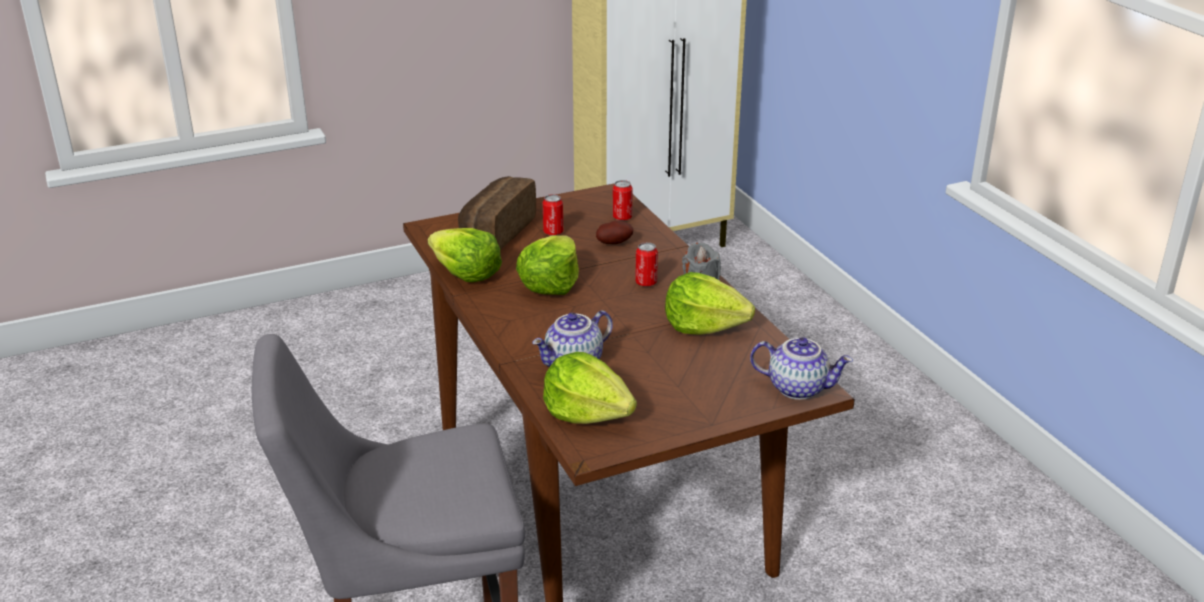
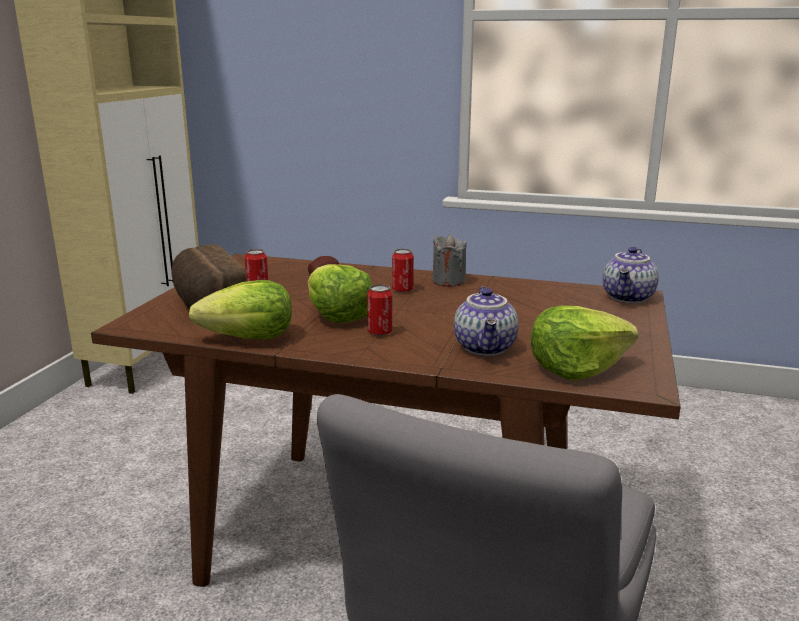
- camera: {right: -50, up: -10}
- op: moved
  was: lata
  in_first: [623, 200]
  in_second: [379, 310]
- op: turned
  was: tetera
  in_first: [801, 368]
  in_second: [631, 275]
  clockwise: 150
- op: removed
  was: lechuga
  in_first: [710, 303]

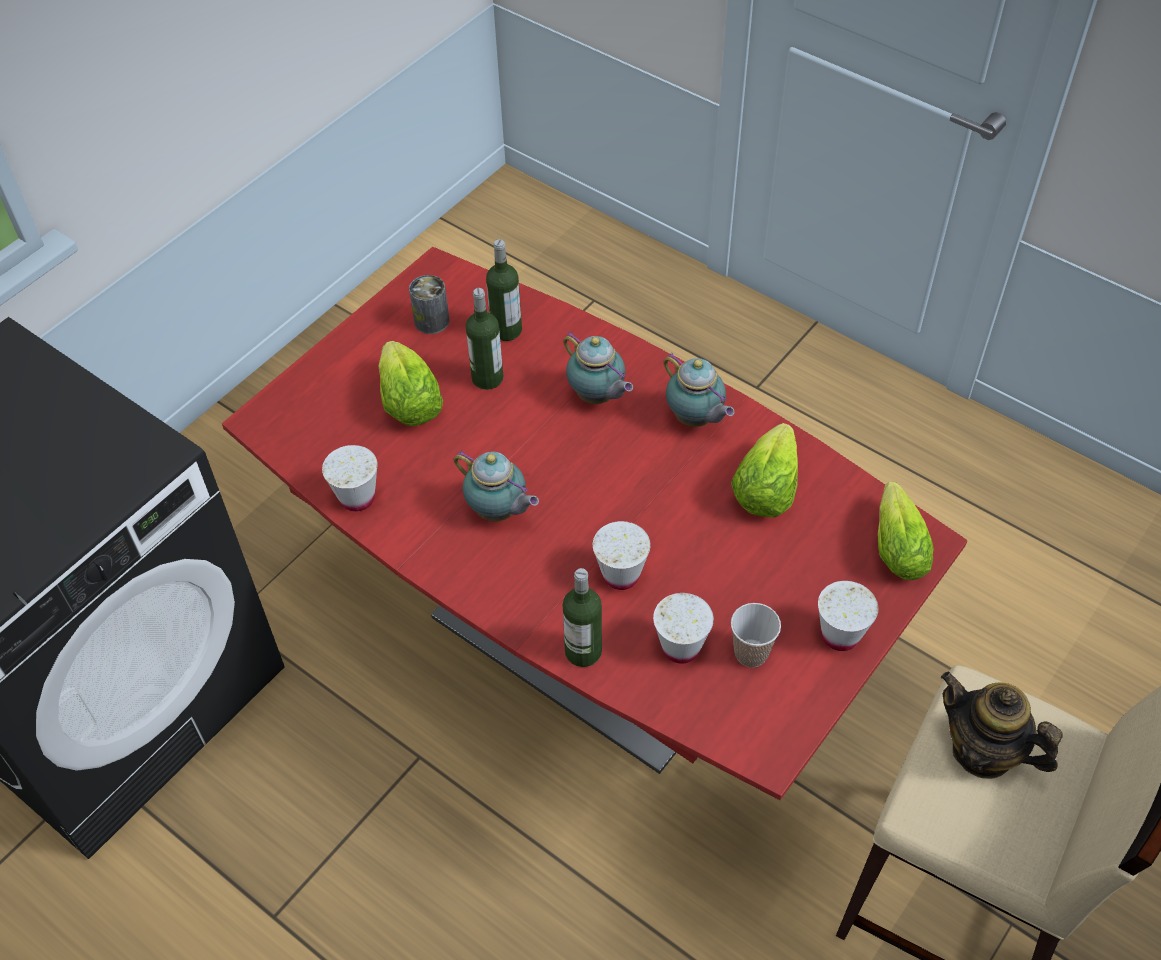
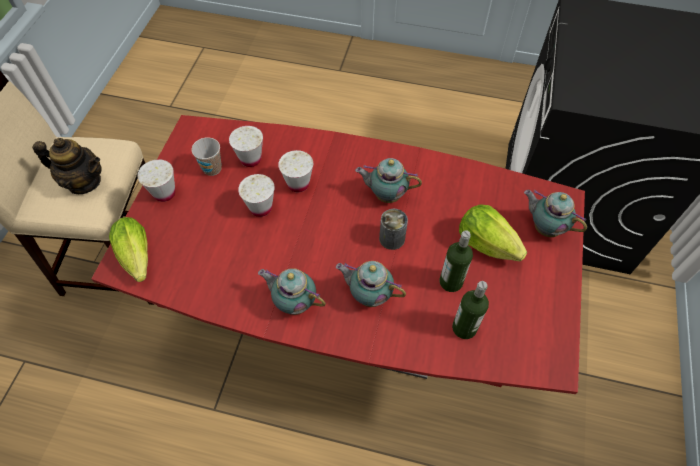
- camera: {right: 155, up: 5}
- op: moved
  was: taza [blanco]
  in_first: [350, 478]
  in_second: [256, 195]
- op: moved
  was: lata
  in_first: [429, 304]
  in_second: [393, 229]
- op: added
  now: tetera
  in_second: [555, 213]
- op: removed
  was: botella
  in_first: [582, 617]
- op: removed
  was: lechuga
  in_first: [764, 470]

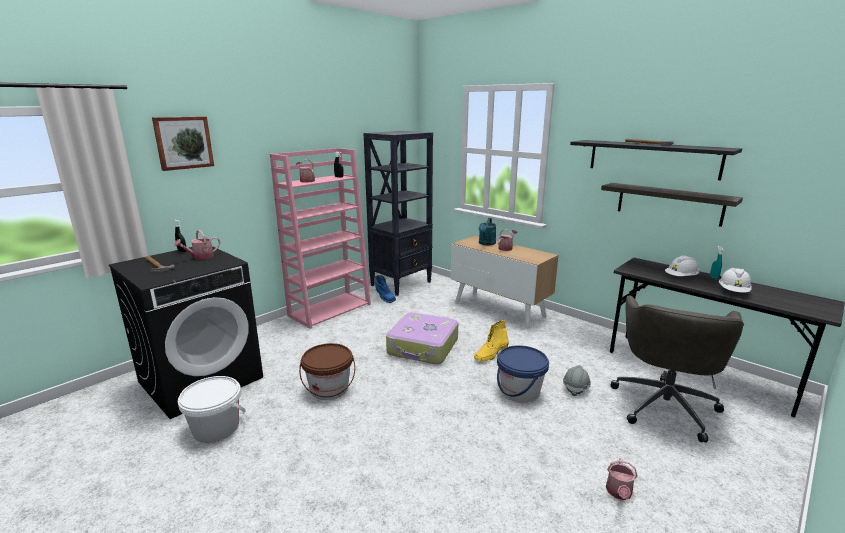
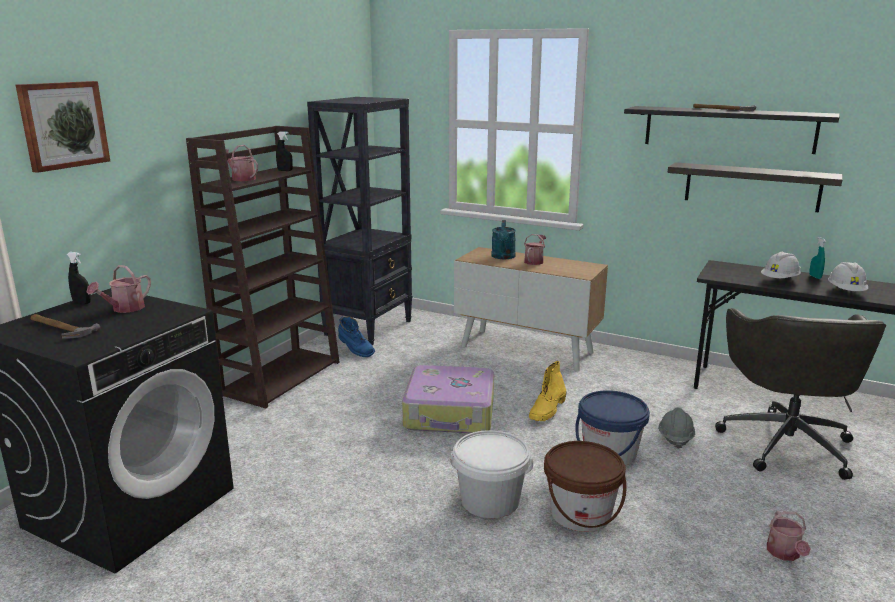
- camera: {right: -15, up: 0}
- op: recoloured
  was: estantería [rosa]
  now: estantería [marrón]
  in_first: [320, 238]
  in_second: [263, 267]
- op: moved
  was: cubo [blanco]
  in_first: [212, 409]
  in_second: [491, 474]
- op: moved
  was: cubo [marrón]
  in_first: [327, 371]
  in_second: [585, 486]

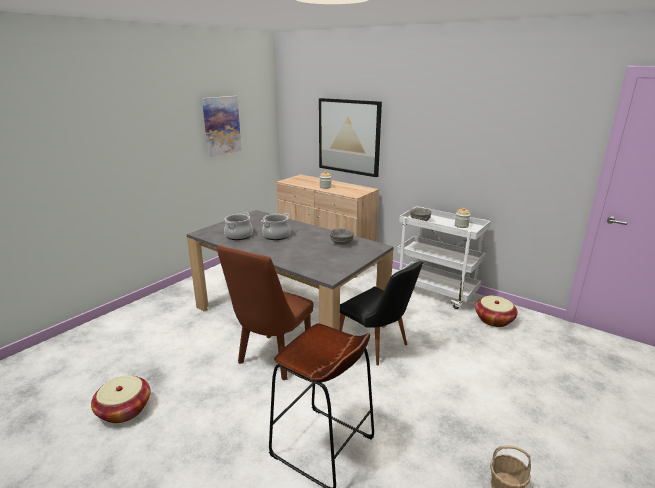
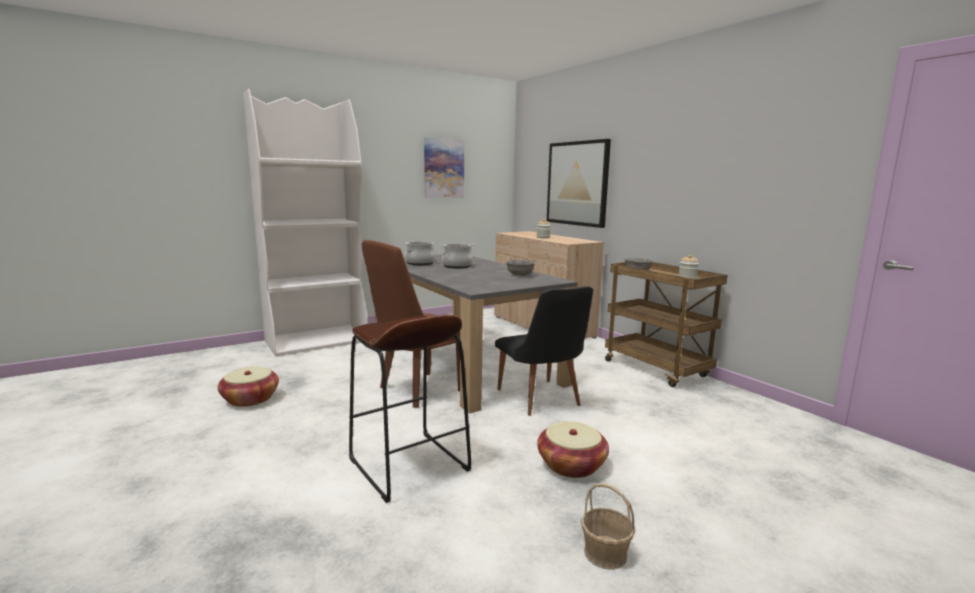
- camera: {right: 20, up: -10}
- op: added
  now: estantería [blanco]
  in_second: [305, 222]
- op: moved
  was: cesta
  in_first: [496, 311]
  in_second: [573, 449]
- op: recoloured
  was: carrito [blanco]
  now: carrito [marrón]
  in_first: [444, 257]
  in_second: [666, 324]

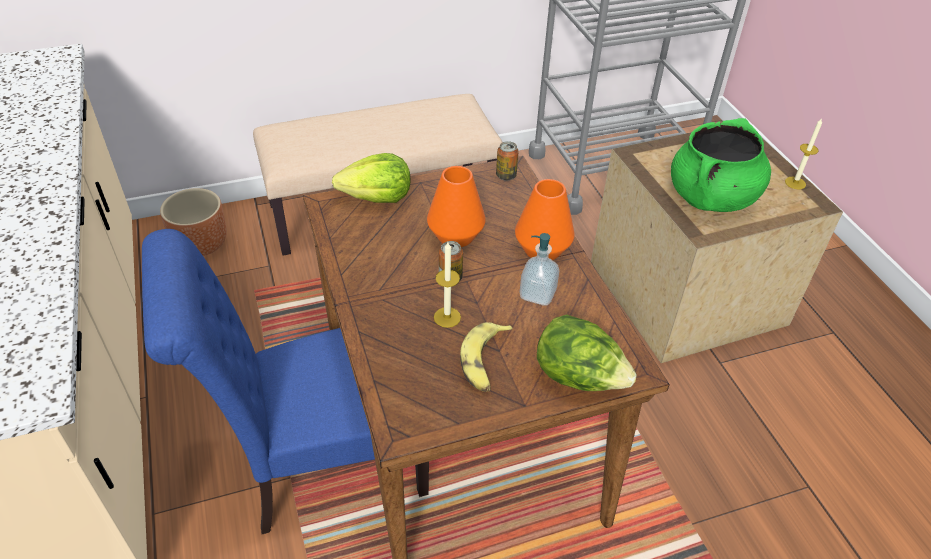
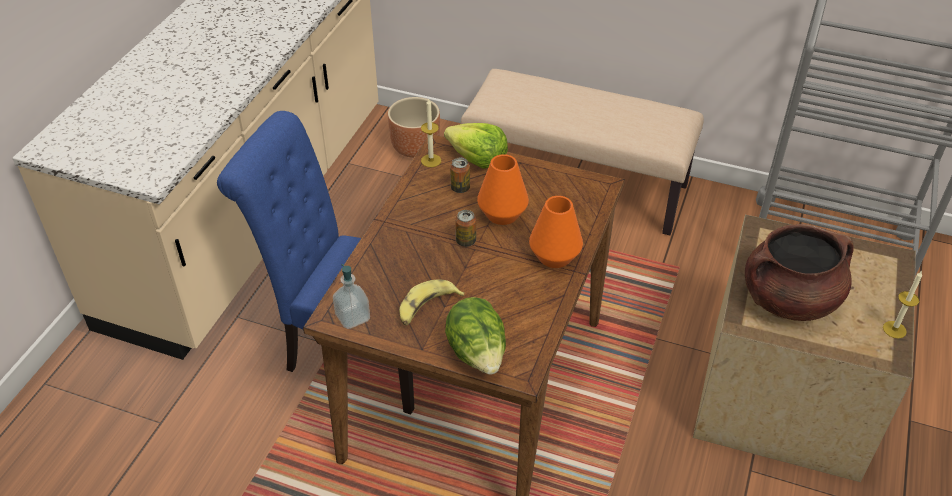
- camera: {right: 40, up: 0}
- op: moved
  was: dispensador de jabón
  in_first: [539, 269]
  in_second: [351, 296]
- op: moved
  was: vela
  in_first: [447, 285]
  in_second: [431, 132]
- op: moved
  was: lata
  in_first: [507, 161]
  in_second: [460, 175]
- op: recoloured
  was: olla [verde]
  now: olla [marrón]
  in_first: [721, 165]
  in_second: [799, 272]

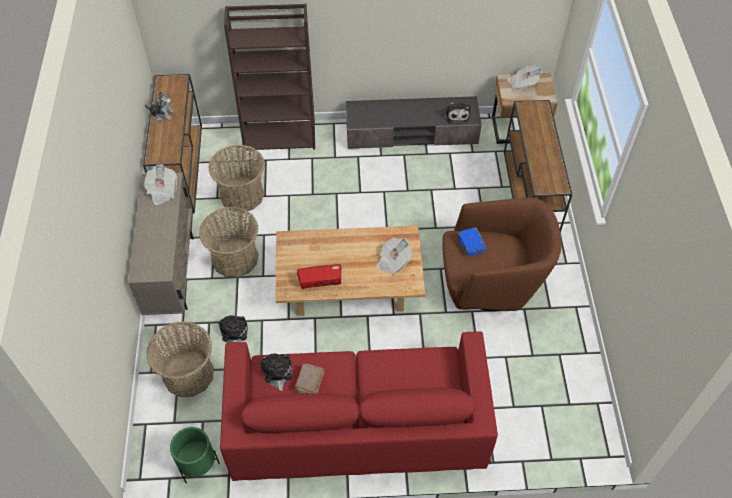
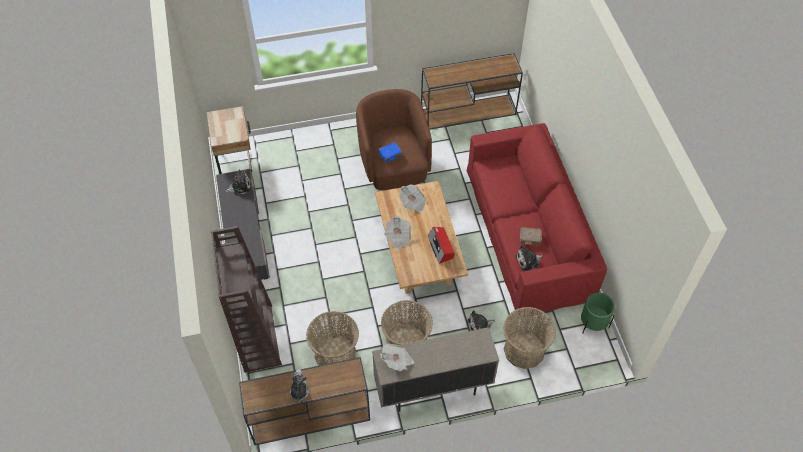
- camera: {right: -100, up: 0}
- op: moved
  was: periódico
  in_first: [525, 77]
  in_second: [398, 233]
- op: moved
  was: mesa consola [marrón]
  in_first: [538, 166]
  in_second: [472, 91]

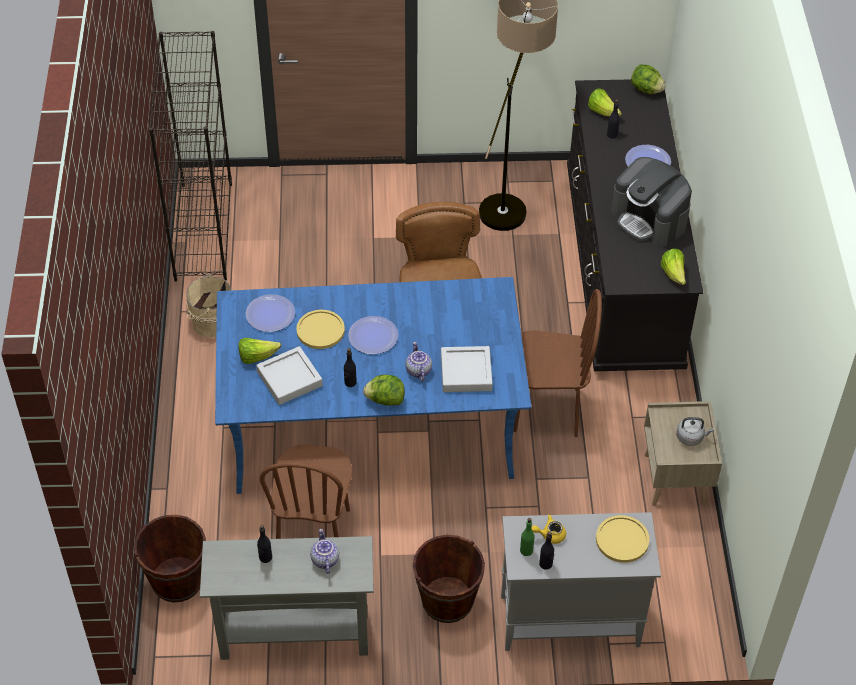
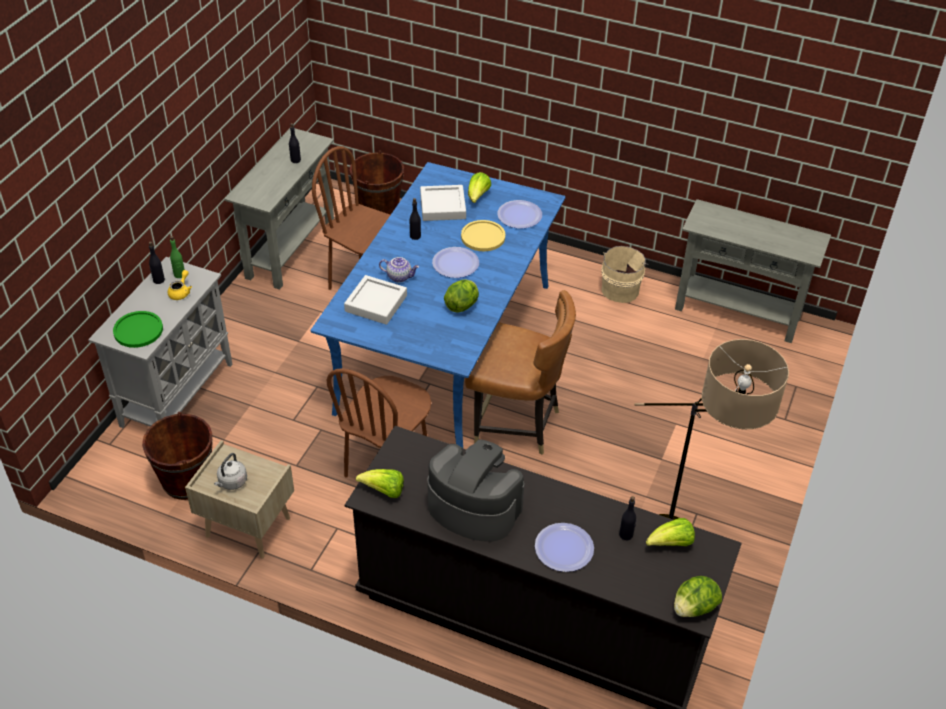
- camera: {right: 115, up: -5}
- op: recoloured
  was: plato [amarillo]
  now: plato [verde]
  in_first: [622, 539]
  in_second: [138, 329]
- op: moved
  was: cubo [marrón]
  in_first: [449, 579]
  in_second: [177, 456]
- op: turned
  was: cafetera
  in_first: [651, 202]
  in_second: [475, 490]
  clockwise: 45
- op: moved
  was: lechuga
  in_first: [384, 390]
  in_second: [461, 296]
- op: replaced
  was: estantería [negro]
  now: mesa consola [gris]
  in_first: [190, 156]
  in_second: [753, 271]
- op: removed
  was: tetera
  in_first: [324, 551]

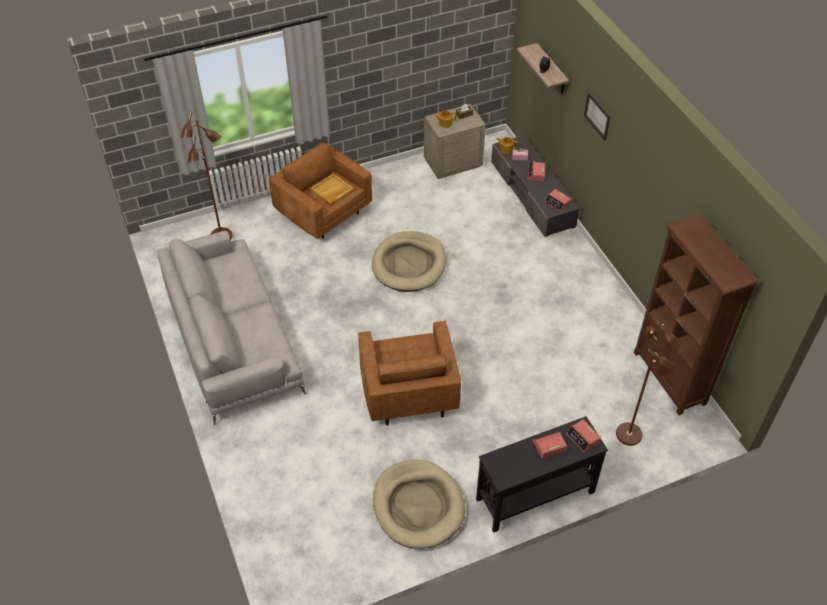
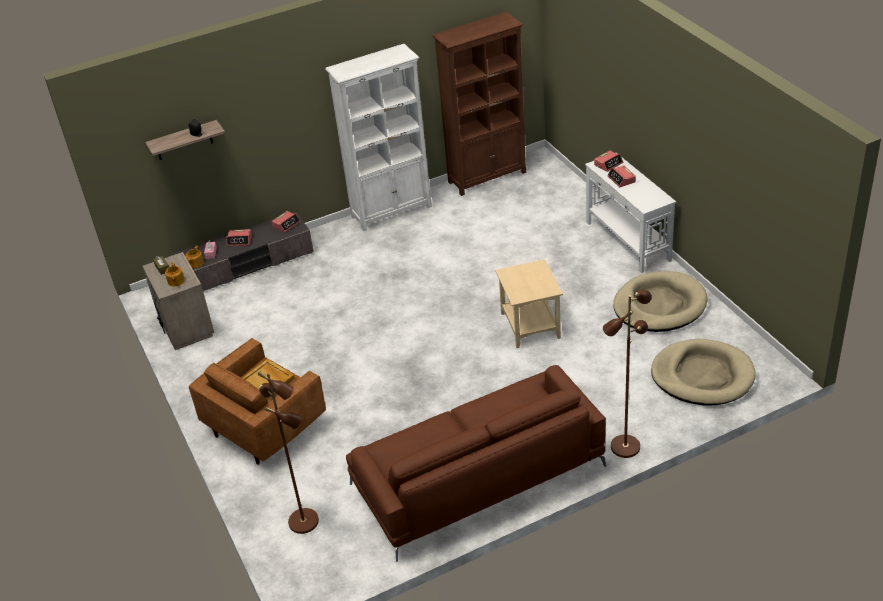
- camera: {right: -90, up: -10}
- op: added
  now: estantería [blanco]
  in_second: [378, 137]
- op: recoloured
  was: sofá [gris]
  now: sofá [marrón]
  in_first: [231, 328]
  in_second: [476, 463]
- op: replaced
  was: sillón [marrón]
  now: mesa auxiliar [beis]
  in_first: [409, 373]
  in_second: [529, 303]
- op: recoloured
  was: mesa consola [negro]
  now: mesa consola [blanco]
  in_first: [542, 474]
  in_second: [630, 215]
- op: moved
  was: lámpara de pie [marrón]
  in_first: [649, 384]
  in_second: [627, 374]
- op: moved
  was: cama para perro [beis]
  in_first: [409, 261]
  in_second: [703, 372]
- op: removed
  was: cuadro
  in_first: [597, 116]

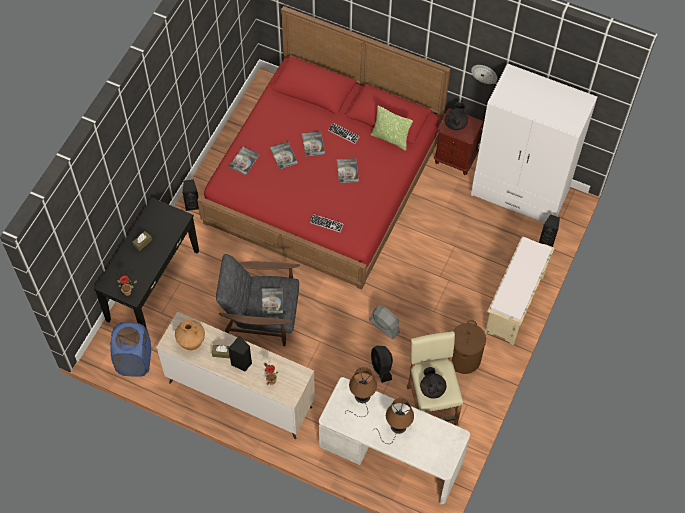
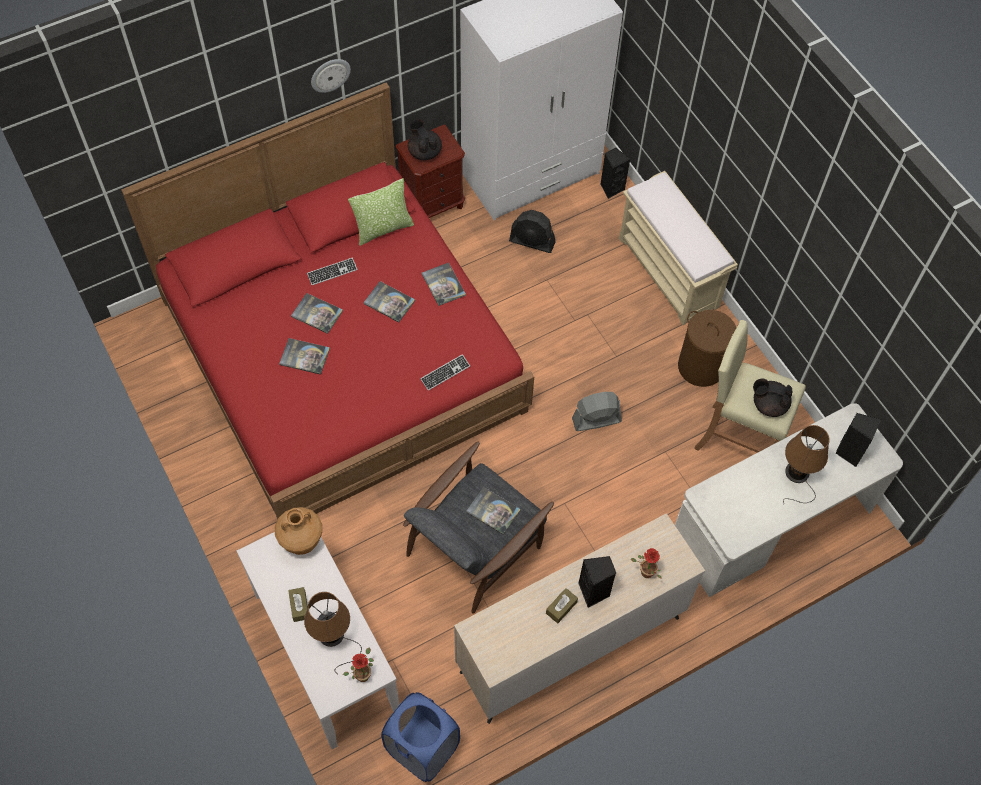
- camera: {right: -55, up: 0}
- op: recoloured
  was: mesa consola [negro]
  now: mesa consola [blanco]
  in_first: [146, 262]
  in_second: [318, 640]
- op: moved
  was: florero [marrón]
  in_first: [190, 335]
  in_second: [298, 531]
- op: moved
  was: lámpara de mesa [marrón]
  in_first: [361, 392]
  in_second: [333, 633]
- op: moved
  was: reloj de pared
  in_first: [484, 74]
  in_second: [331, 76]
- op: moved
  was: libro
  in_first: [244, 161]
  in_second: [443, 284]
- op: moved
  was: ventilador [negro]
  in_first: [382, 364]
  in_second: [532, 231]
- op: moved
  was: altavoz [negro]
  in_first: [190, 195]
  in_second: [858, 440]

